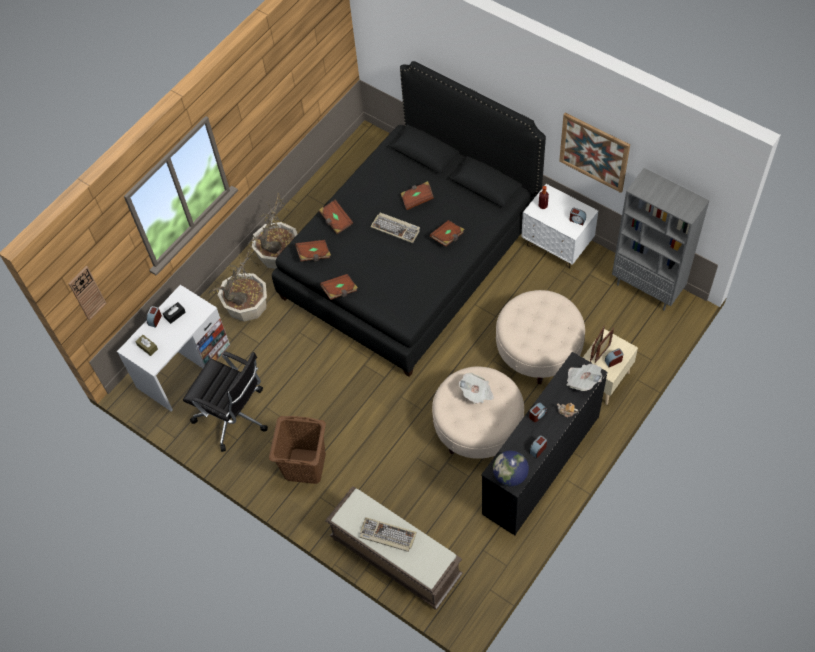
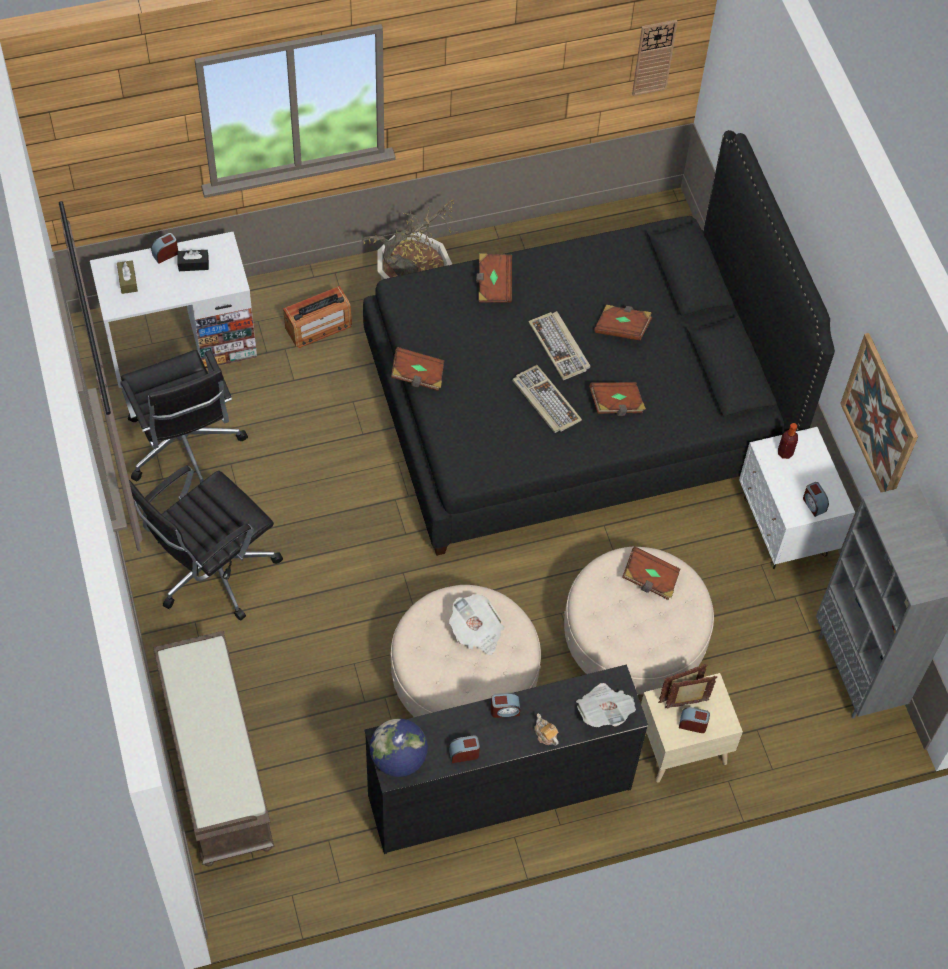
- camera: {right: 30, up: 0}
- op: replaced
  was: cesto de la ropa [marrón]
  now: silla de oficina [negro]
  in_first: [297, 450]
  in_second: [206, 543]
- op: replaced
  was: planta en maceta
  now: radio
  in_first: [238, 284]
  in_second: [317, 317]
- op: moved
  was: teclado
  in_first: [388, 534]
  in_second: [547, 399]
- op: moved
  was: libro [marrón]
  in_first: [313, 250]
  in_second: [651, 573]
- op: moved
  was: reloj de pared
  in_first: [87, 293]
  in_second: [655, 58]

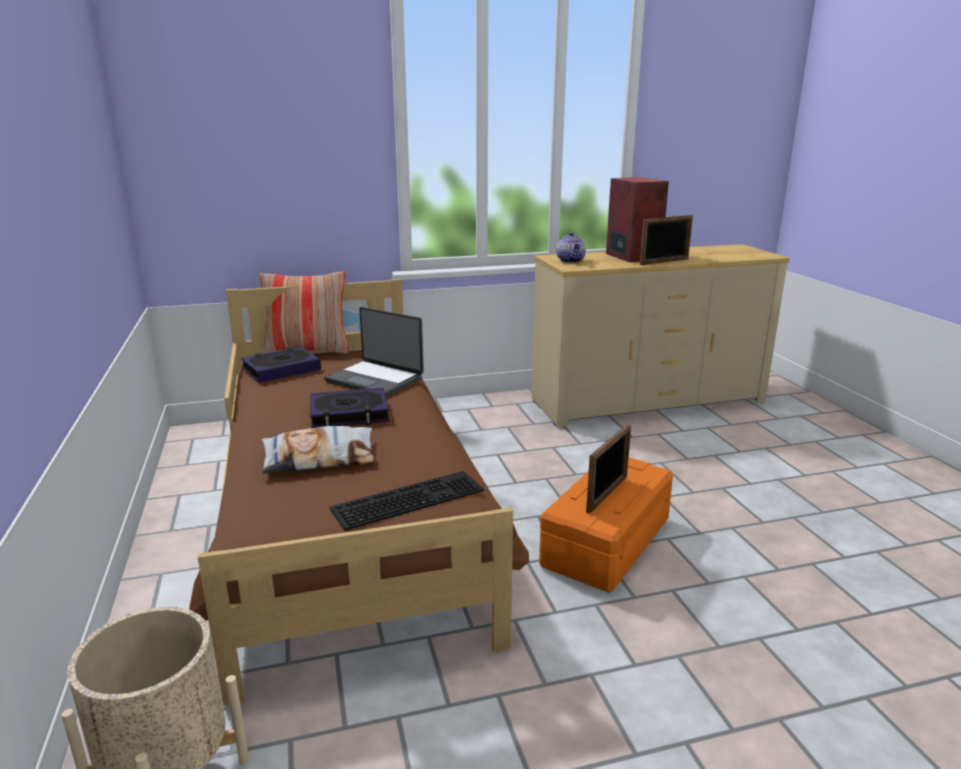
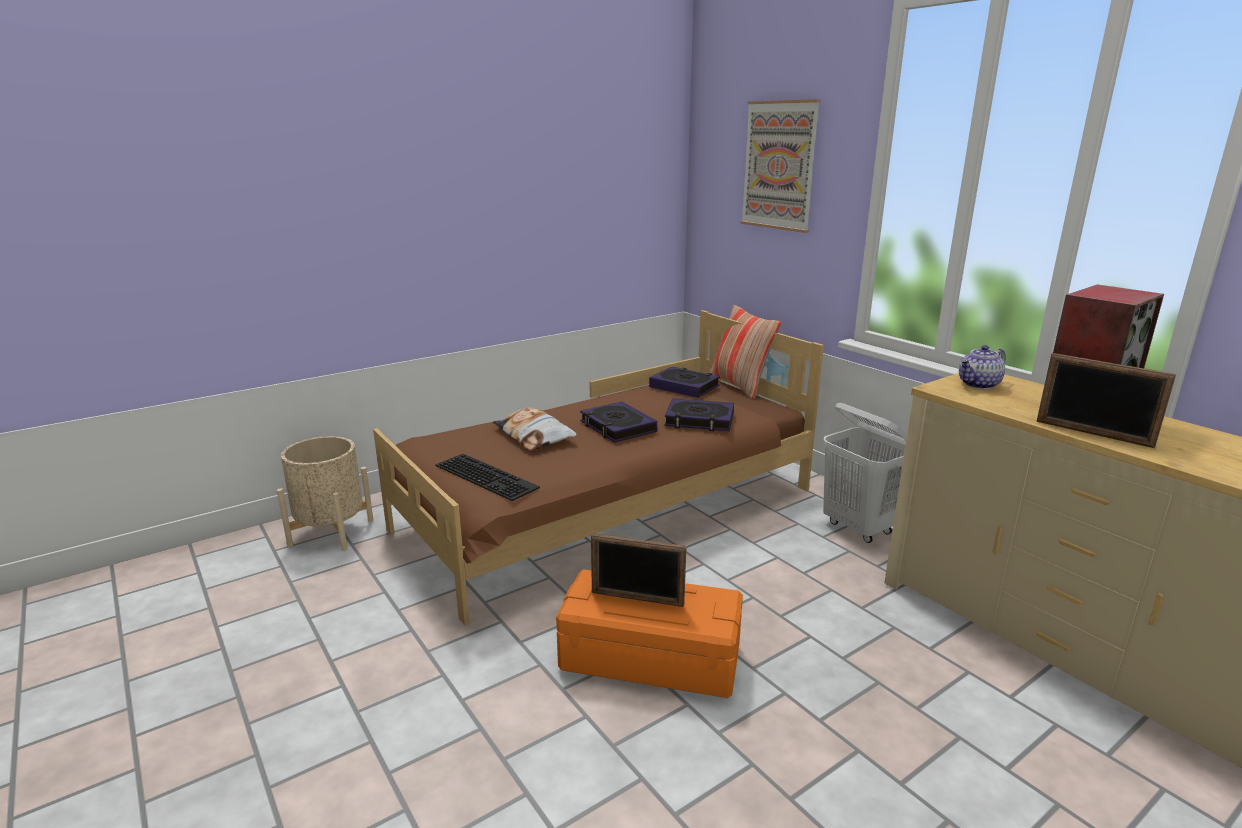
- camera: {right: 70, up: 0}
- op: replaced
  was: portátil
  now: libro
  in_first: [374, 352]
  in_second: [699, 414]
- op: added
  now: cuadro
  in_second: [781, 166]
- op: added
  now: cesto de la ropa [blanco]
  in_second: [865, 473]

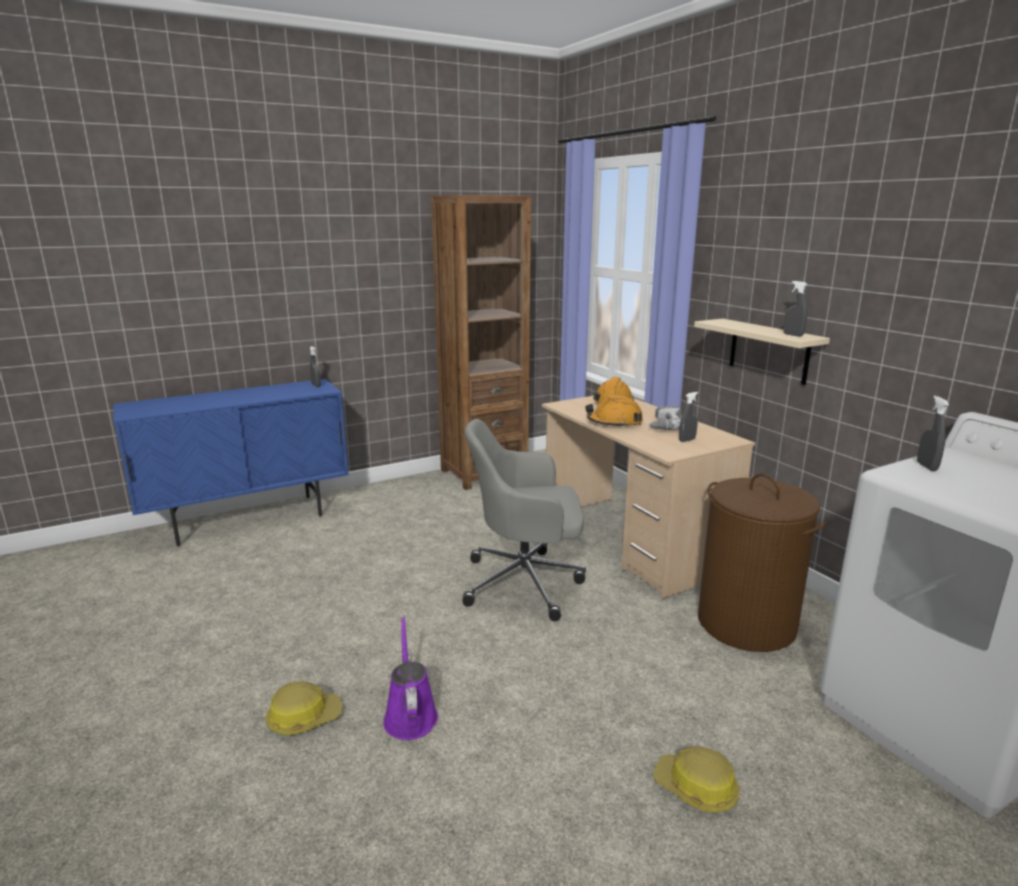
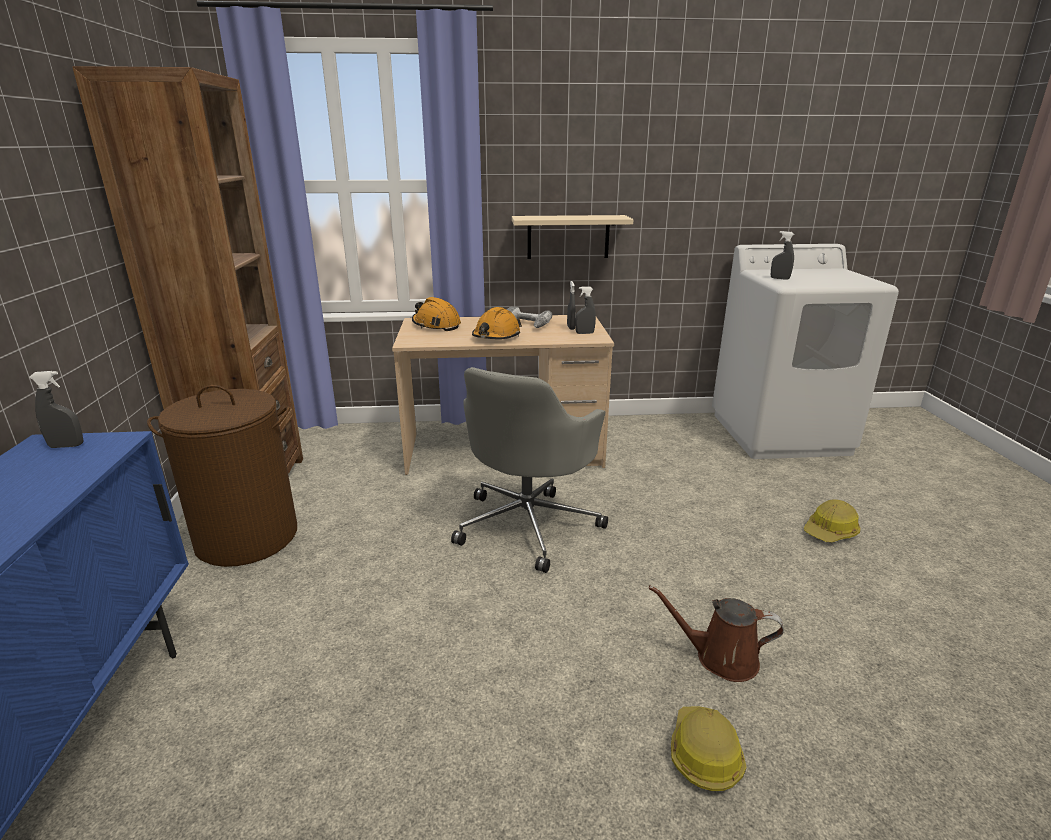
- camera: {right: -65, up: 5}
- op: moved
  was: cesto de la ropa [marrón]
  in_first: [762, 562]
  in_second: [222, 476]
- op: moved
  was: pulverizador [gris]
  in_first: [795, 309]
  in_second: [585, 310]
- op: recoloured
  was: regadera [morado]
  now: regadera [marrón]
  in_first: [410, 678]
  in_second: [716, 633]

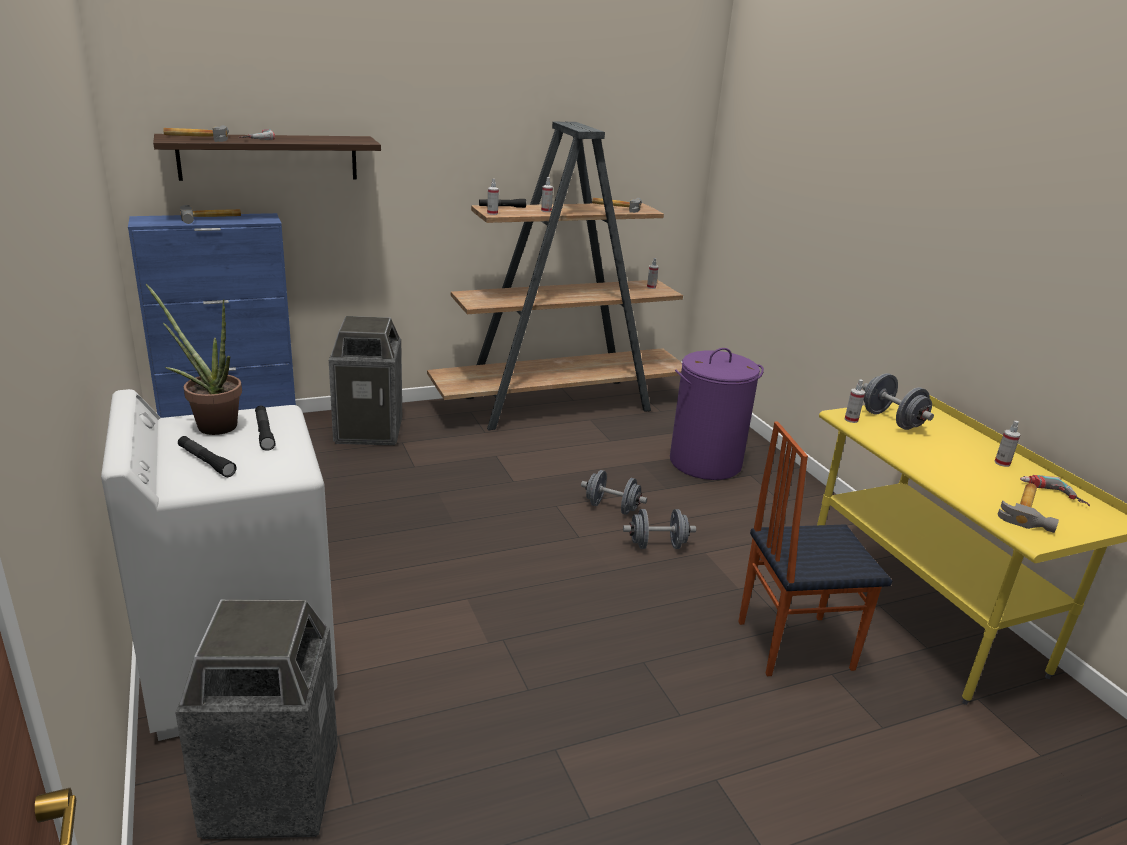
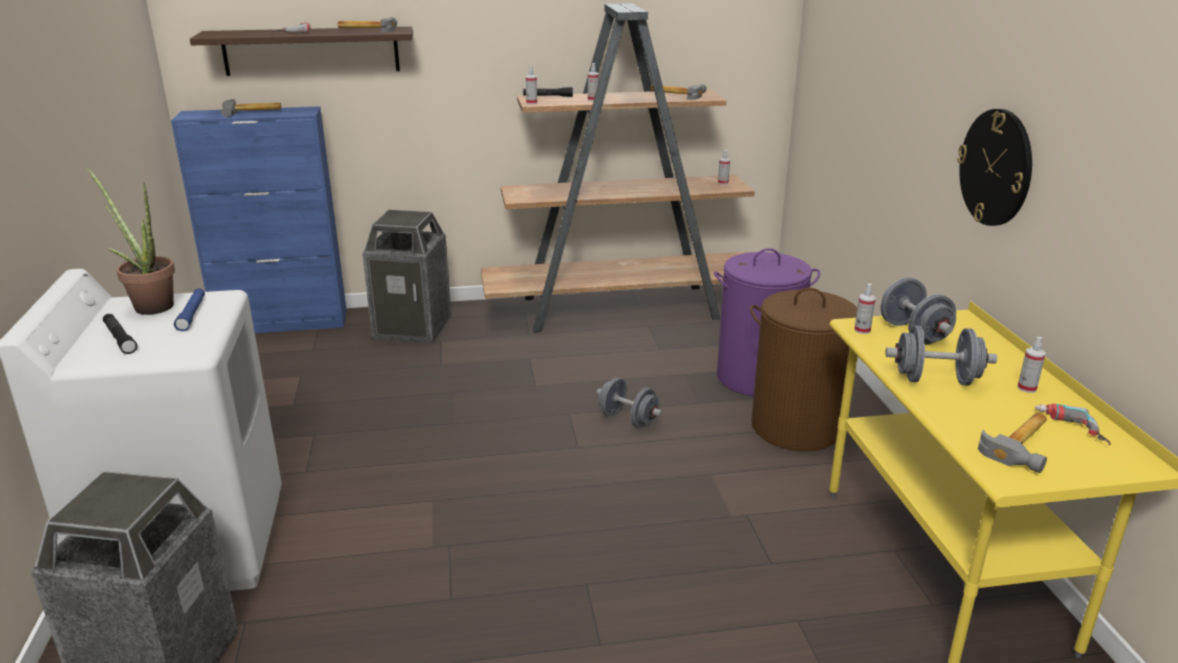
- camera: {right: 15, up: 0}
- op: recoloured
  was: linterna [negro]
  now: linterna [azul]
  in_first: [265, 428]
  in_second: [189, 310]
- op: moved
  was: martillo
  in_first: [196, 133]
  in_second: [367, 25]
- op: added
  now: cesto de la ropa [marrón]
  in_second: [803, 369]
- op: moved
  was: mancuerna [gris]
  in_first: [659, 529]
  in_second: [941, 355]
- op: added
  now: reloj de pared
  in_second: [994, 167]
- op: removed
  was: silla
  in_first: [815, 548]

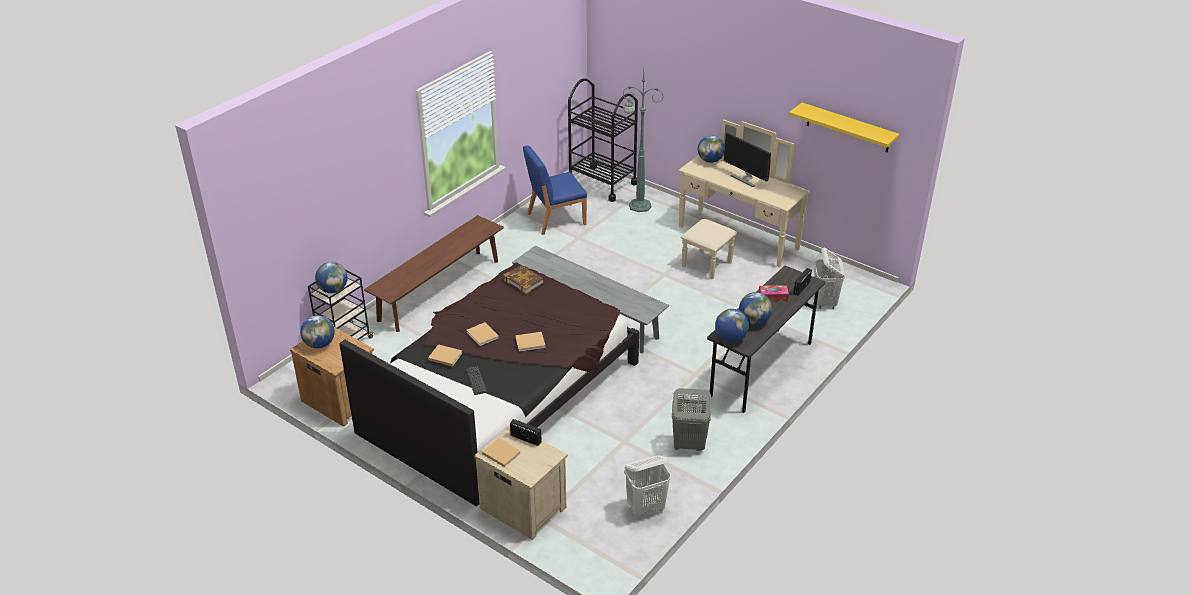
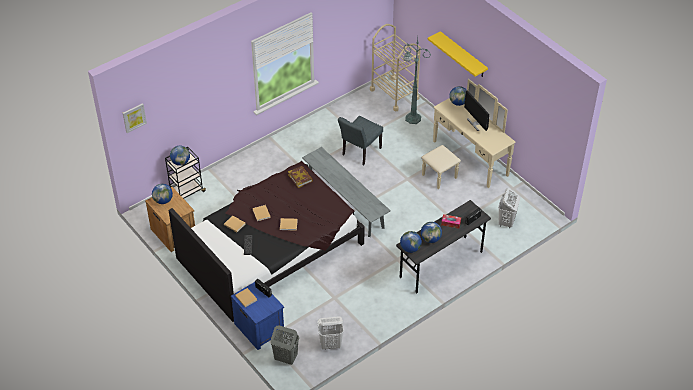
- camera: {right: 15, up: 10}
- op: added
  now: cuadro
  in_second: [135, 118]
- op: recoloured
  was: mesita de noche [beis]
  now: mesita de noche [azul]
  in_first: [521, 483]
  in_second: [257, 316]
- op: moved
  was: cesto de la ropa [gris]
  in_first: [691, 419]
  in_second: [285, 345]
- op: added
  now: silla [gris]
  in_second: [360, 140]
- op: recoloured
  was: carrito [negro]
  now: carrito [beis]
  in_first: [603, 140]
  in_second: [395, 68]
- op: moved
  was: estante [amarillo]
  in_first: [844, 127]
  in_second: [458, 54]
- op: removed
  was: banco [marrón]
  in_first: [434, 273]
- op: removed
  was: silla [azul]
  in_first: [555, 190]

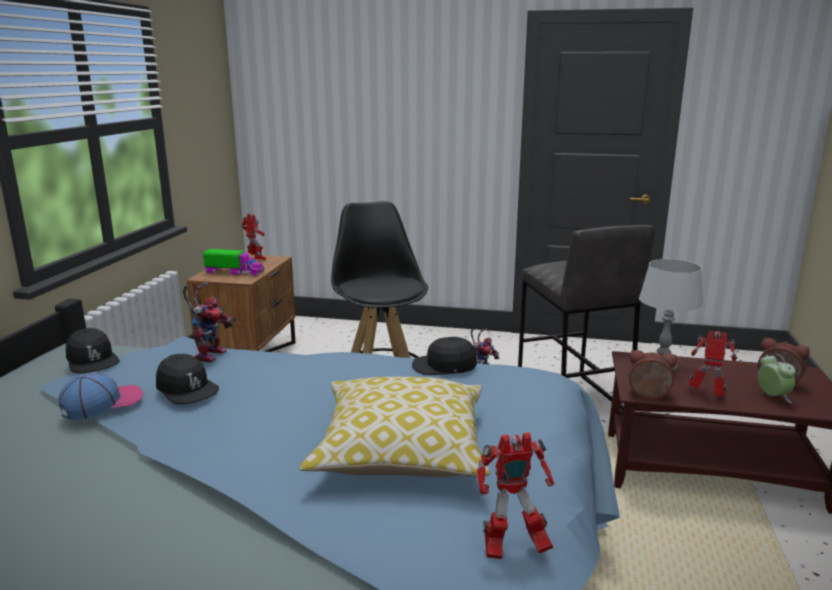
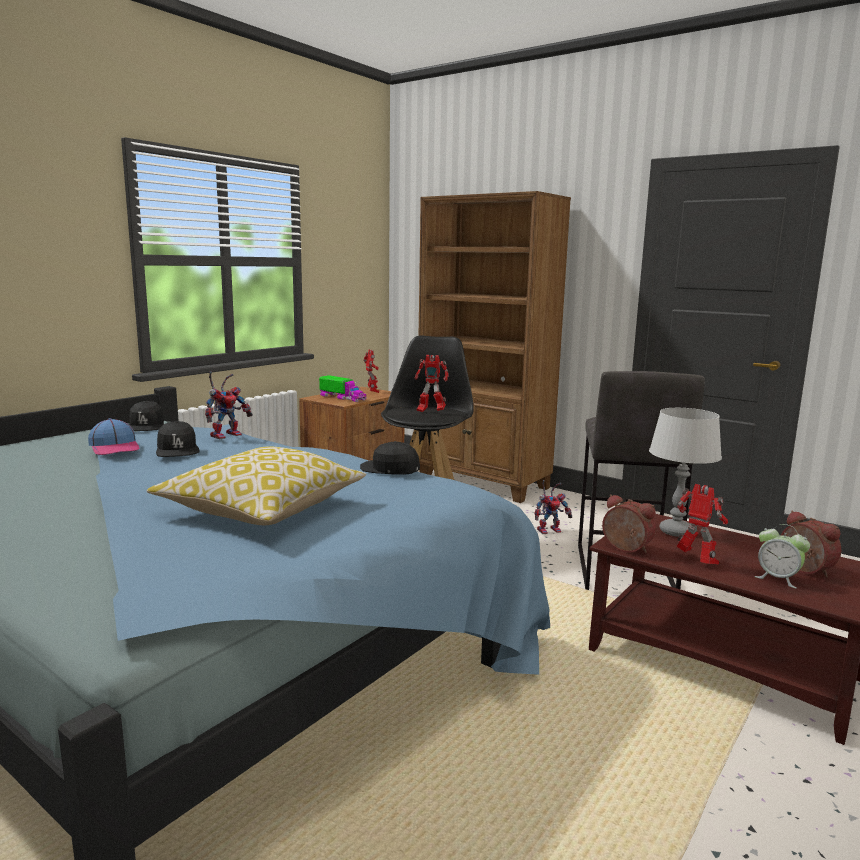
- camera: {right: 25, up: -5}
- op: turned
  was: gorra
  in_first: [101, 396]
  in_second: [114, 436]
  clockwise: 75
- op: moved
  was: robot de juguete
  in_first: [515, 495]
  in_second: [432, 383]
- op: added
  now: estantería [marrón]
  in_second: [495, 347]
- op: turned
  was: despertador
  in_first: [776, 378]
  in_second: [782, 556]
  clockwise: 120

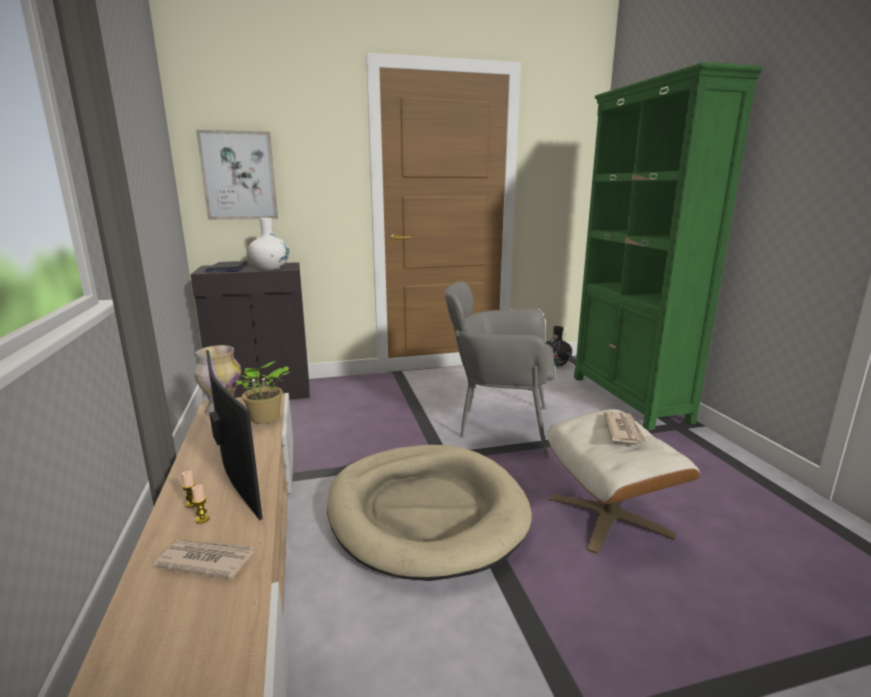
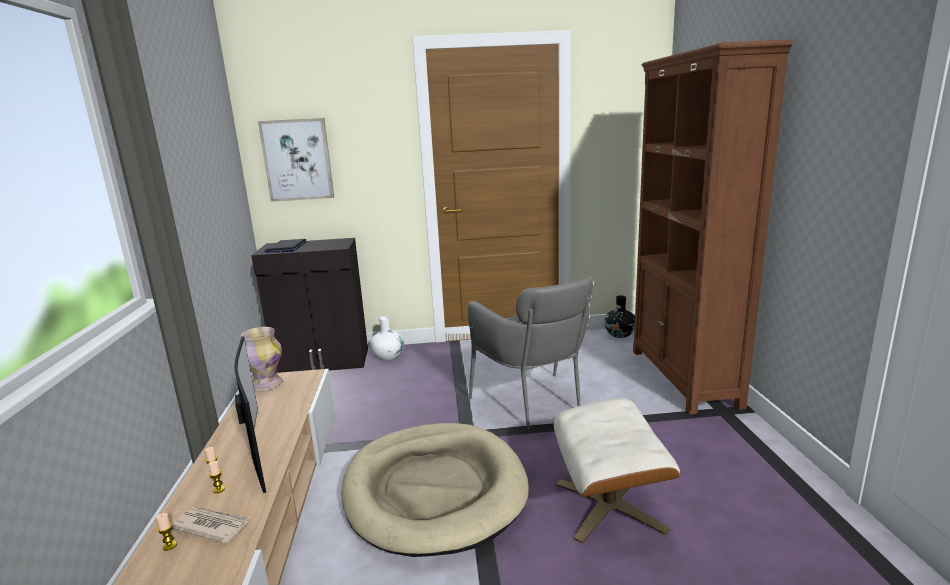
- camera: {right: 10, up: 0}
- op: added
  now: vela
  in_second: [166, 532]
- op: moved
  was: florero [blanco]
  in_first: [268, 244]
  in_second: [387, 338]
- op: turned
  was: sillón [gris]
  in_first: [500, 369]
  in_second: [530, 353]
  clockwise: -135
- op: recoloured
  was: estantería [verde]
  now: estantería [marrón]
  in_first: [668, 246]
  in_second: [713, 227]
- op: removed
  was: planta en maceta
  in_first: [263, 392]
- op: removed
  was: periódico
  in_first: [626, 427]

